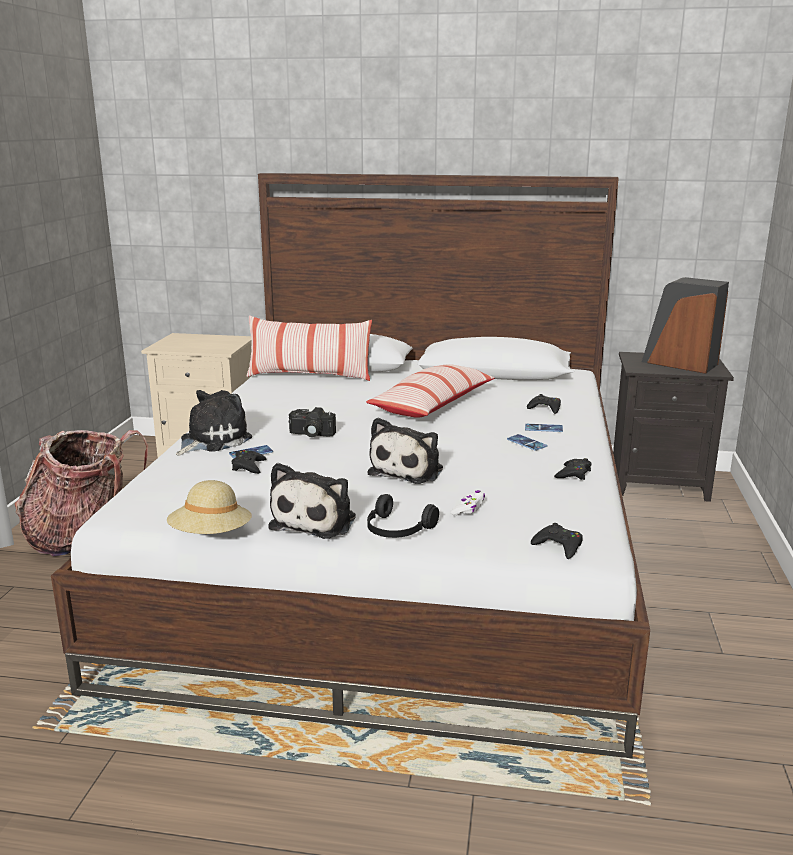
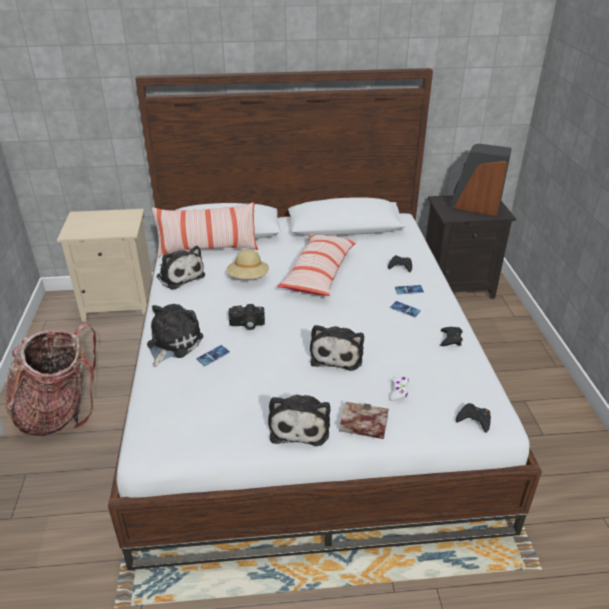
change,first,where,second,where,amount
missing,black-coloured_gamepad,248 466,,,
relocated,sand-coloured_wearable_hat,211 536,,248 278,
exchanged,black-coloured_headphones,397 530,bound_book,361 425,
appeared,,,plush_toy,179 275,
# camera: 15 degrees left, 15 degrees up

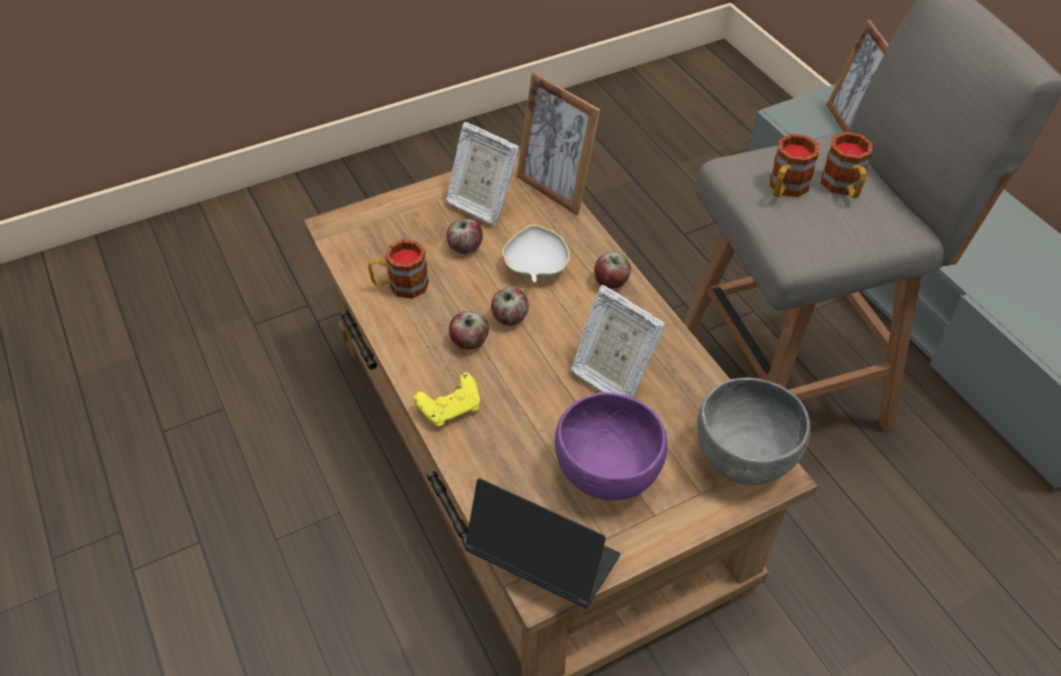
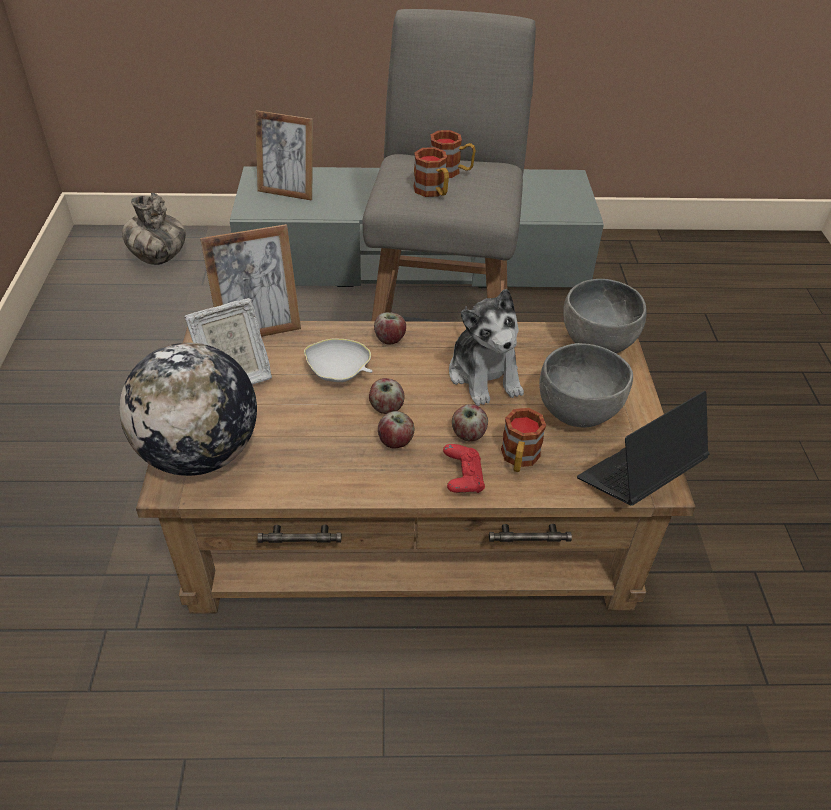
change,first,where,second,where,amount
relocated,apple_fruit,465 247,,468 434,
relocated,mug,400 286,,519 459,
exchanged,picture_frame,611 375,plush_toy,484 375,
colour,yellow_gamepad,450 409,red_gamepad,463 478,
colour,purple-coloured_bowl,608 475,grey_bowl,578 412,
appeared,,,flower_vase,159 258,
appeared,,,desk_globe,200 454,
# camera: 65 degrees left, 5 degrees down

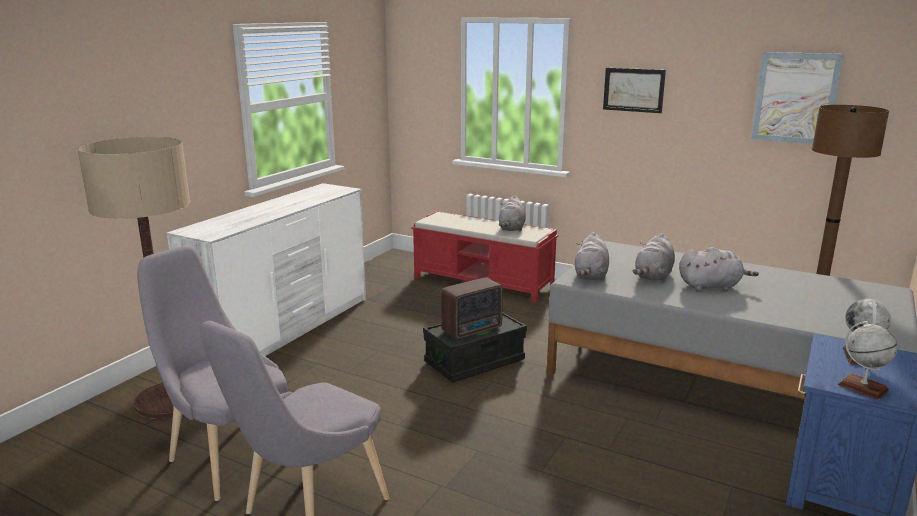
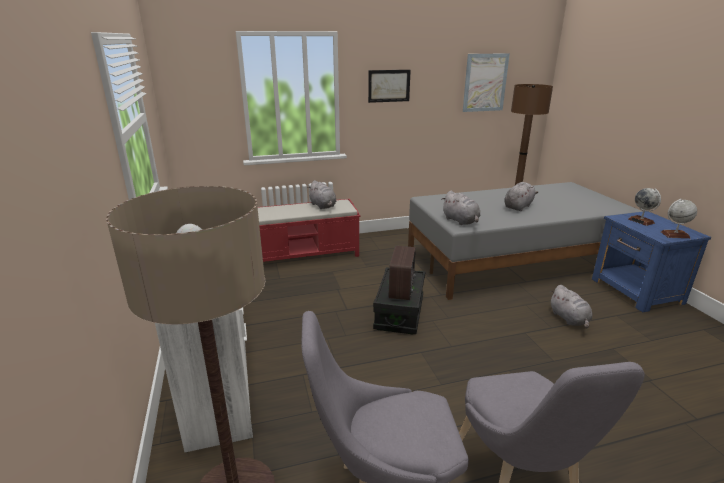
change,first,where,second,where,amount
relocated,grey_plush_toy,653 276,,569 319,
# camera: 45 degrees left, 5 degrees up

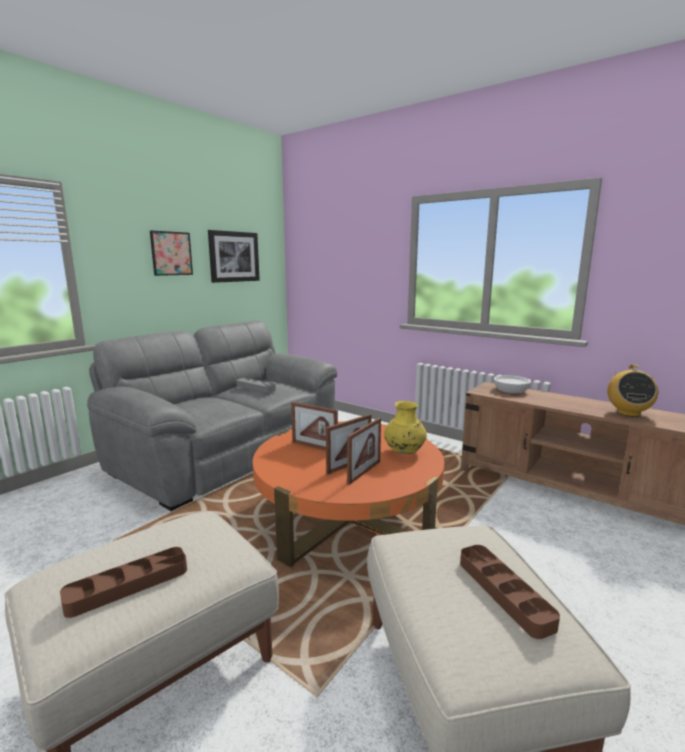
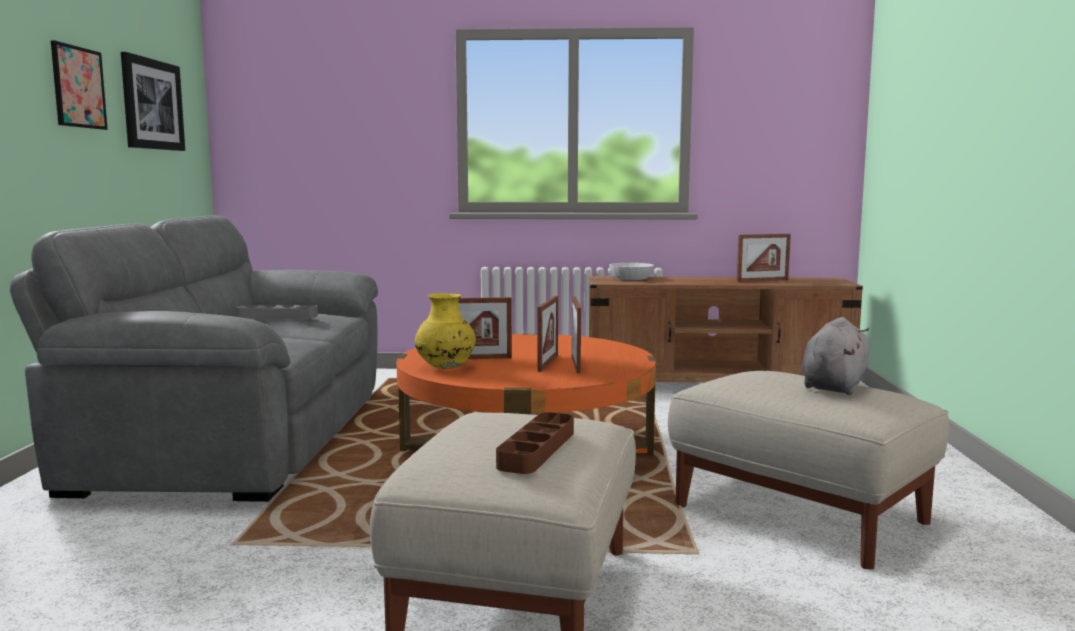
change,first,where,second,where,amount
exchanged,radio,628 413,picture_frame,762 280,
relocated,yellow_flower_vase,404 452,,446 368,
exchanged,brownish_tray,504 592,grey_plush_toy,834 386,
# camera: 35 degrees left, 5 degrees down

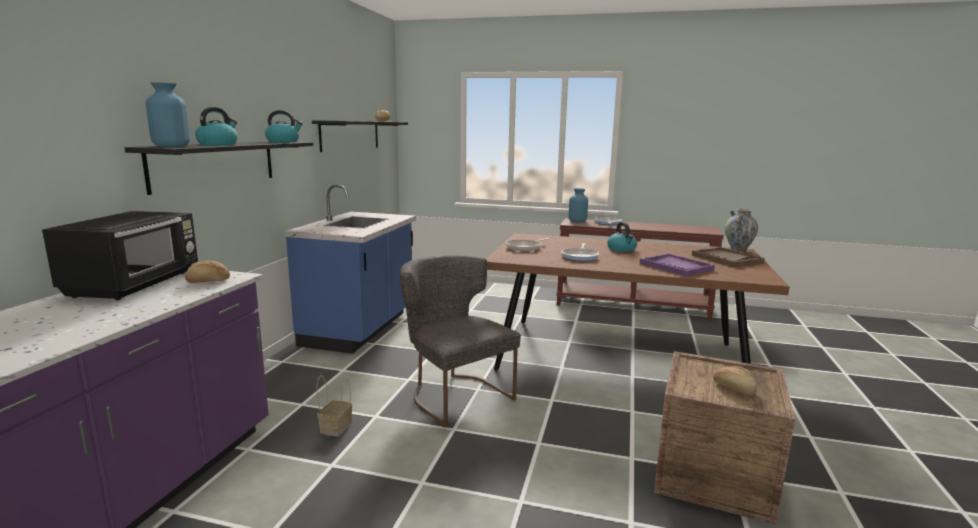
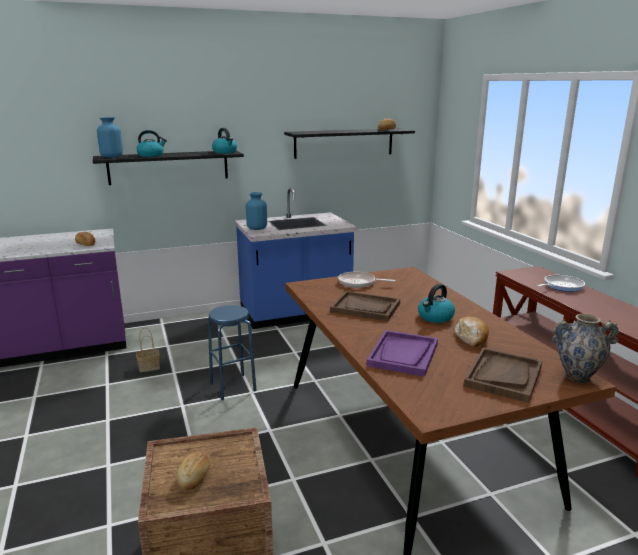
change,first,where,second,where,amount
relocated,blue-coloured_flower_vase,577 221,,257 228,
missing,black-coloured_microwave,136 284,,,
exchanged,skillet,580 256,brownish_tray,365 308,
exchanged,grey_upright_chair,455 394,blue-coloured_sitting_stool,233 387,
appeared,,,bakery_bread,471 337,
# camera: 55 degrees right, 5 degrees up

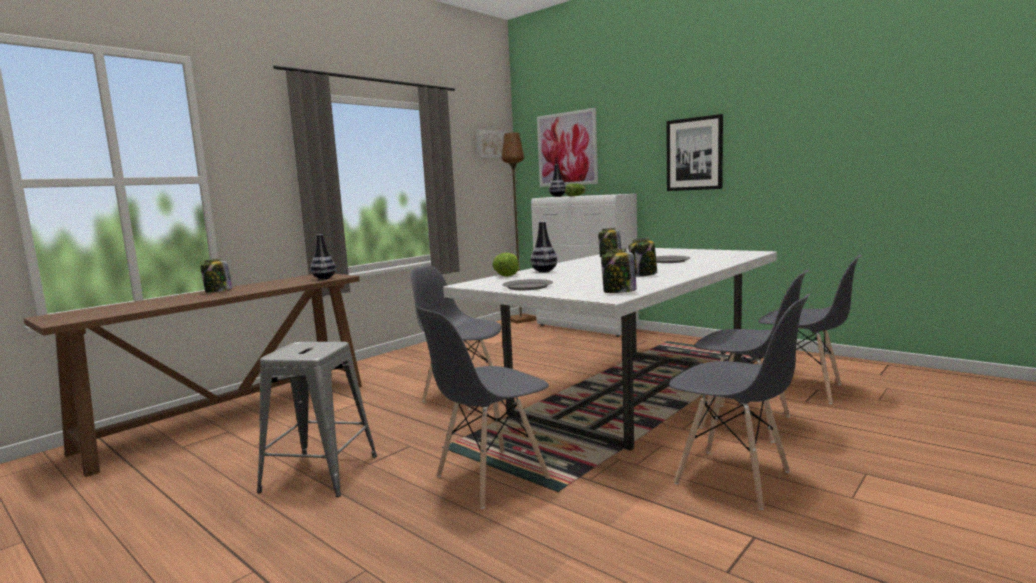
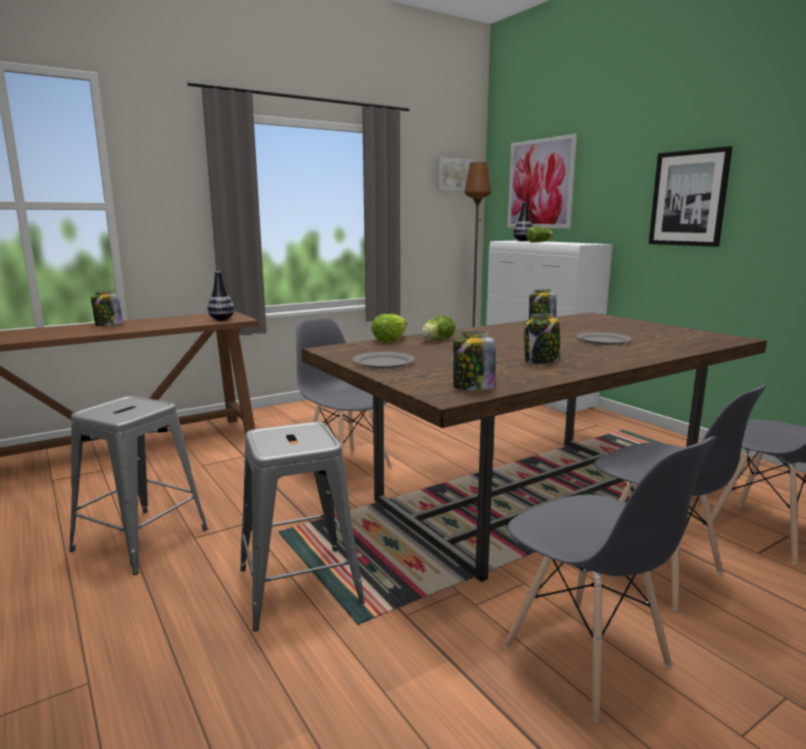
change,first,where,second,where,amount
exchanged,flower_vase,544 271,lettuce,436 340,
colour,white-coloured_dining_table,629 394,brownish_dining_table,531 497,
exchanged,grey_upright_chair,491 478,grey_sitting_stool,300 586,
# camera: 15 degrees right, 5 degrees up

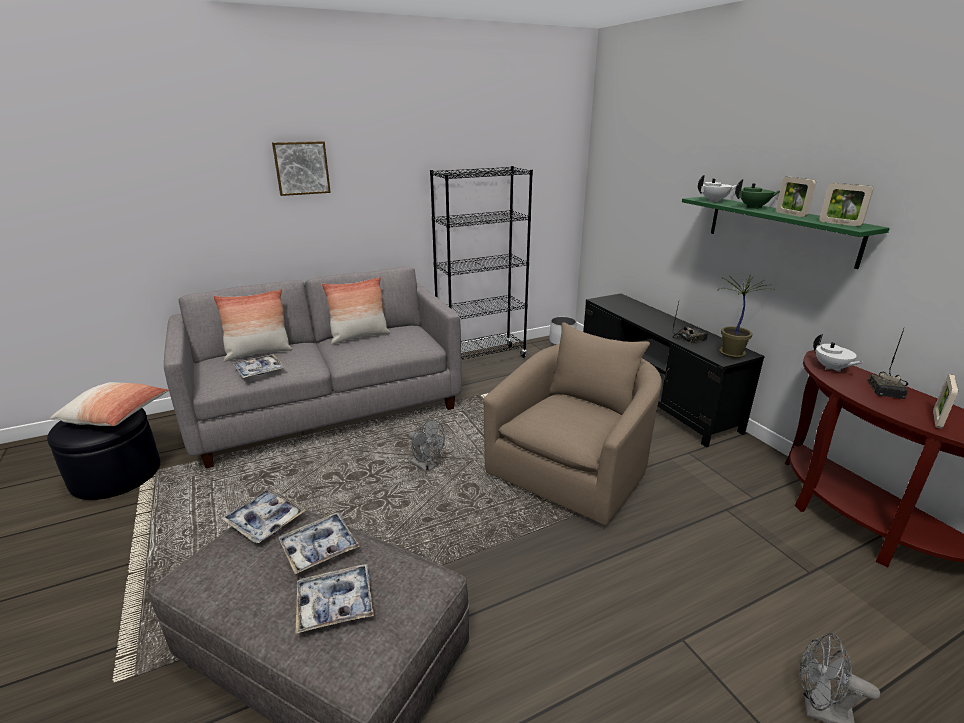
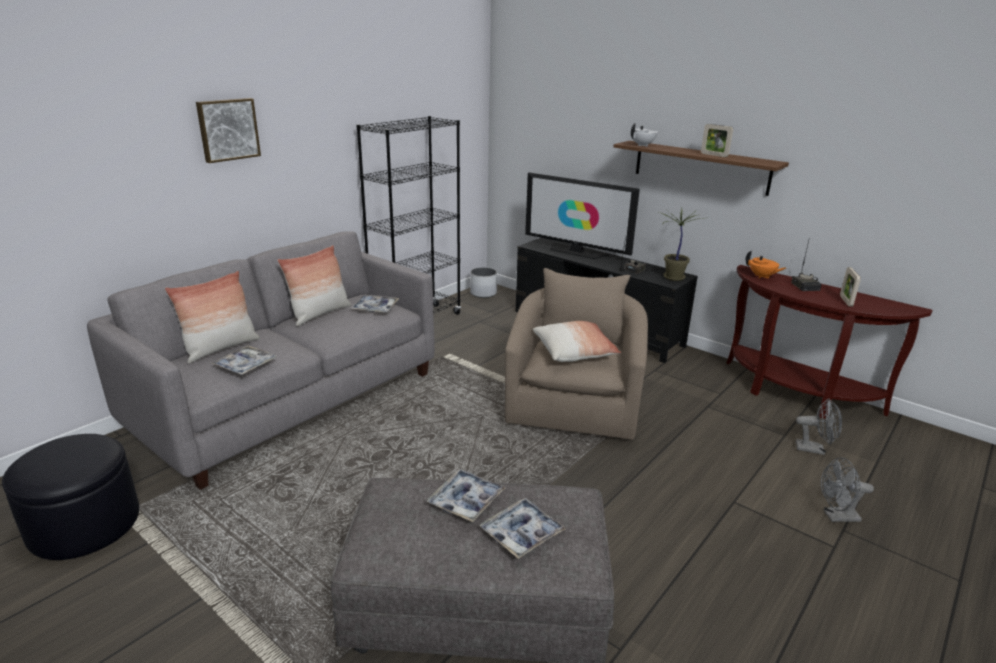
change,first,where,second,where,amount
missing,green-coloured_tea_pot,754 207,,,
missing,picture_frame,840 223,,,
colour,green-coloured_wall_shelf,780 229,brownish_wall_shelf,700 167,
colour,white-coloured_tea_pot,831 368,orange-coloured_tea_pot,762 276,
relocated,pillow,116 415,,574 352,
relocated,grey_fan,426 466,,814 449,
relocated,tray,265 521,,375 308,
appeared,,,TV,576 251,
# camera: 25 degrees left, 0 degrees up

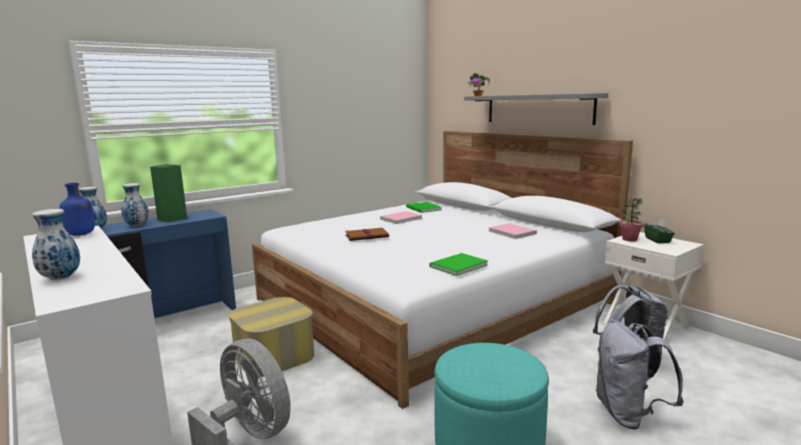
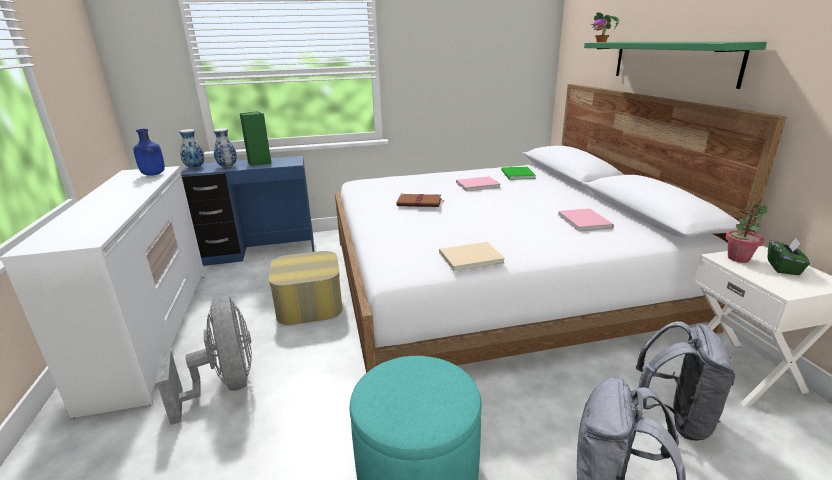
change,first,where,second,where,amount
colour,grey_wall_shelf,538 109,green-coloured_wall_shelf,672 61,
missing,flower_vase,61 278,,,
colour,green-coloured_bound_book,456 266,sand-coloured_bound_book,468 257,
# camera: 25 degrees right, 10 degrees up

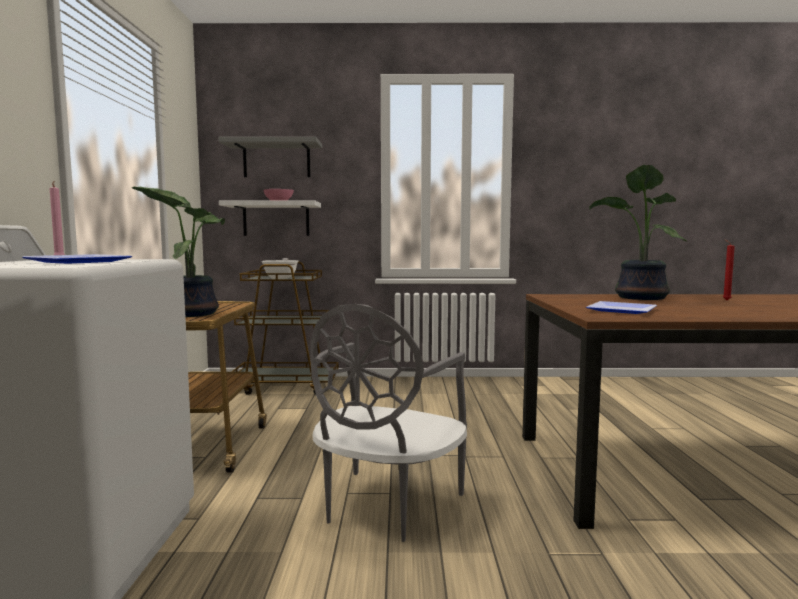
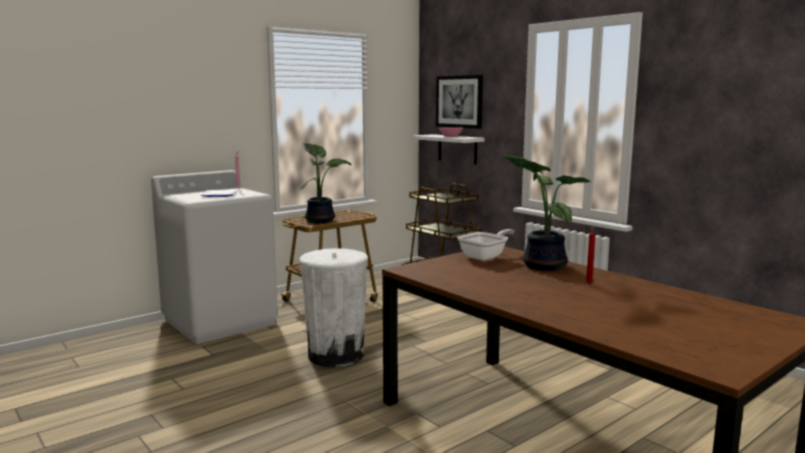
change,first,where,second,where,amount
exchanged,grey_wall_shelf,276 160,wall_art,459 101,
relocated,skillet,282 277,,486 256,
missing,dinner_plate,624 310,,,
exchanged,grey_upright_chair,385 506,white-coloured_waste_bin,336 355,
# camera: 50 degrees right, 5 degrees up

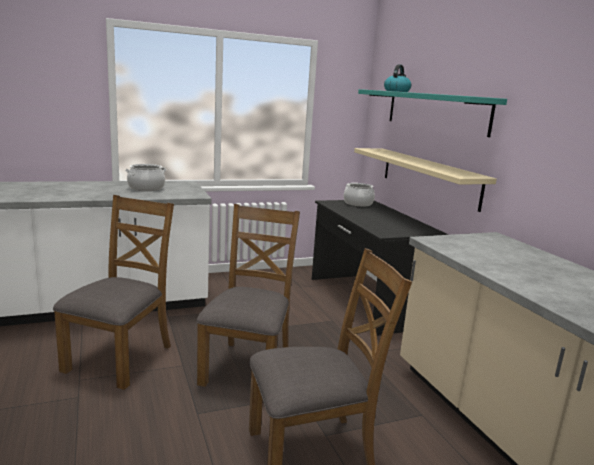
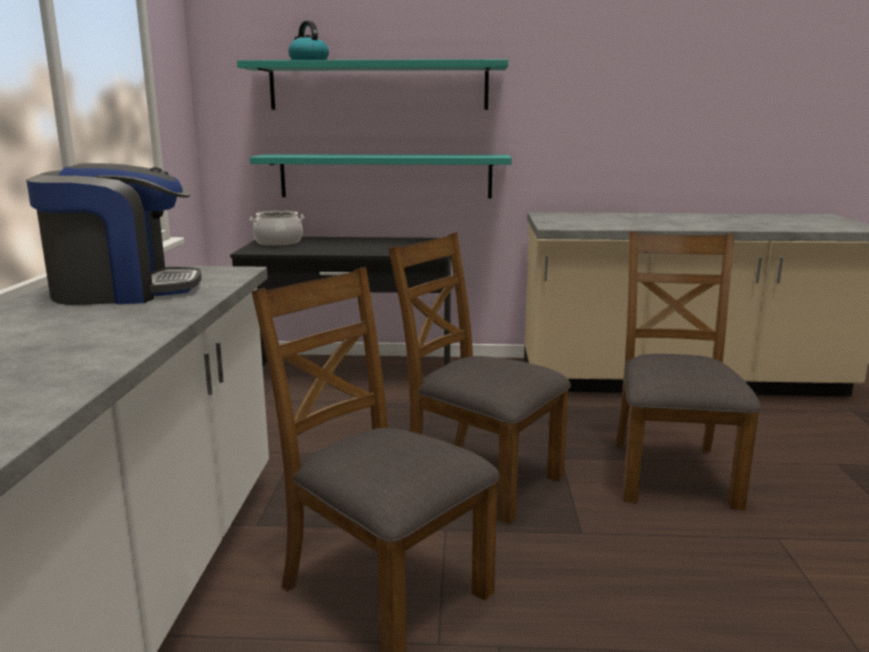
change,first,where,second,where,amount
colour,sand-coloured_wall_shelf,428 176,turquoise-coloured_wall_shelf,385 176,
exchanged,cooking_pot,146 188,coffee_machine,123 291,
# camera: 65 degrees left, 0 degrees up

